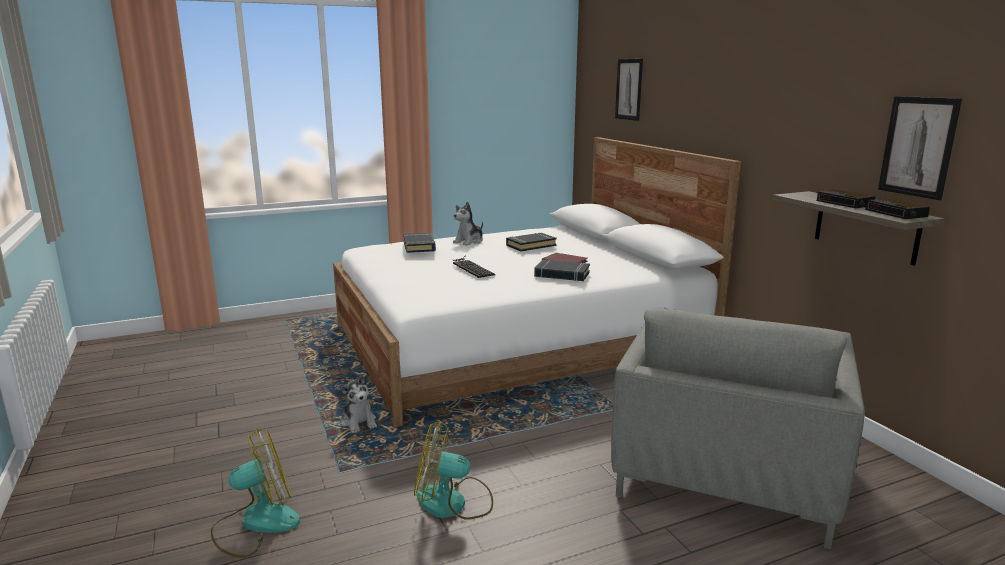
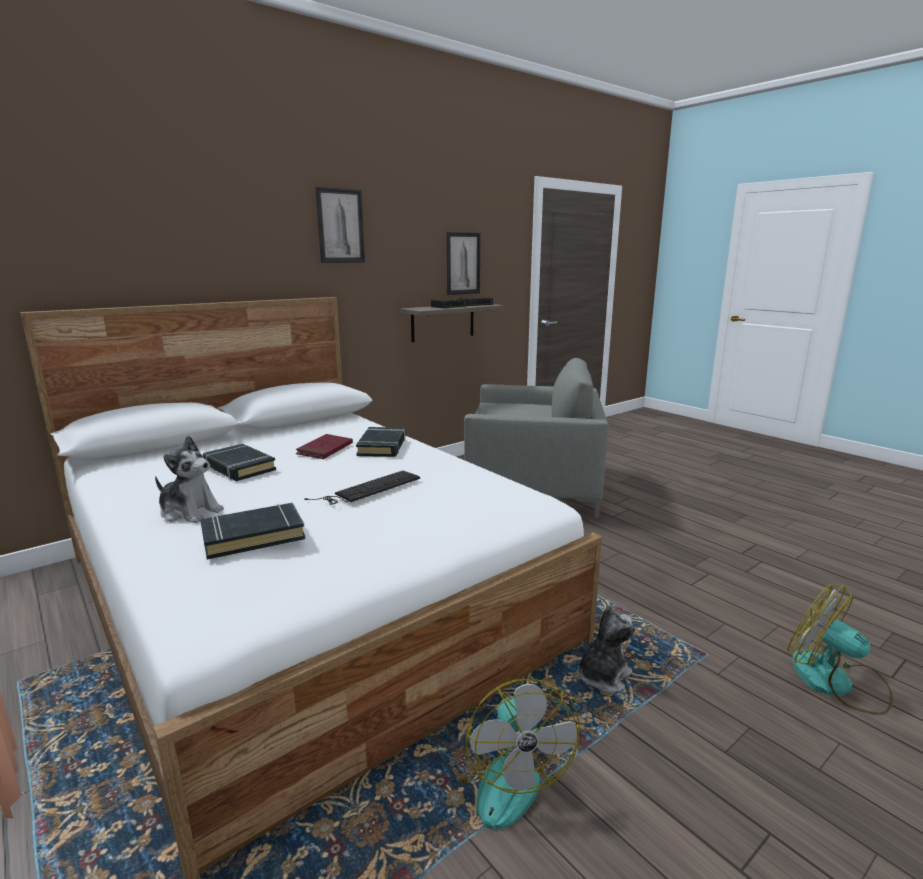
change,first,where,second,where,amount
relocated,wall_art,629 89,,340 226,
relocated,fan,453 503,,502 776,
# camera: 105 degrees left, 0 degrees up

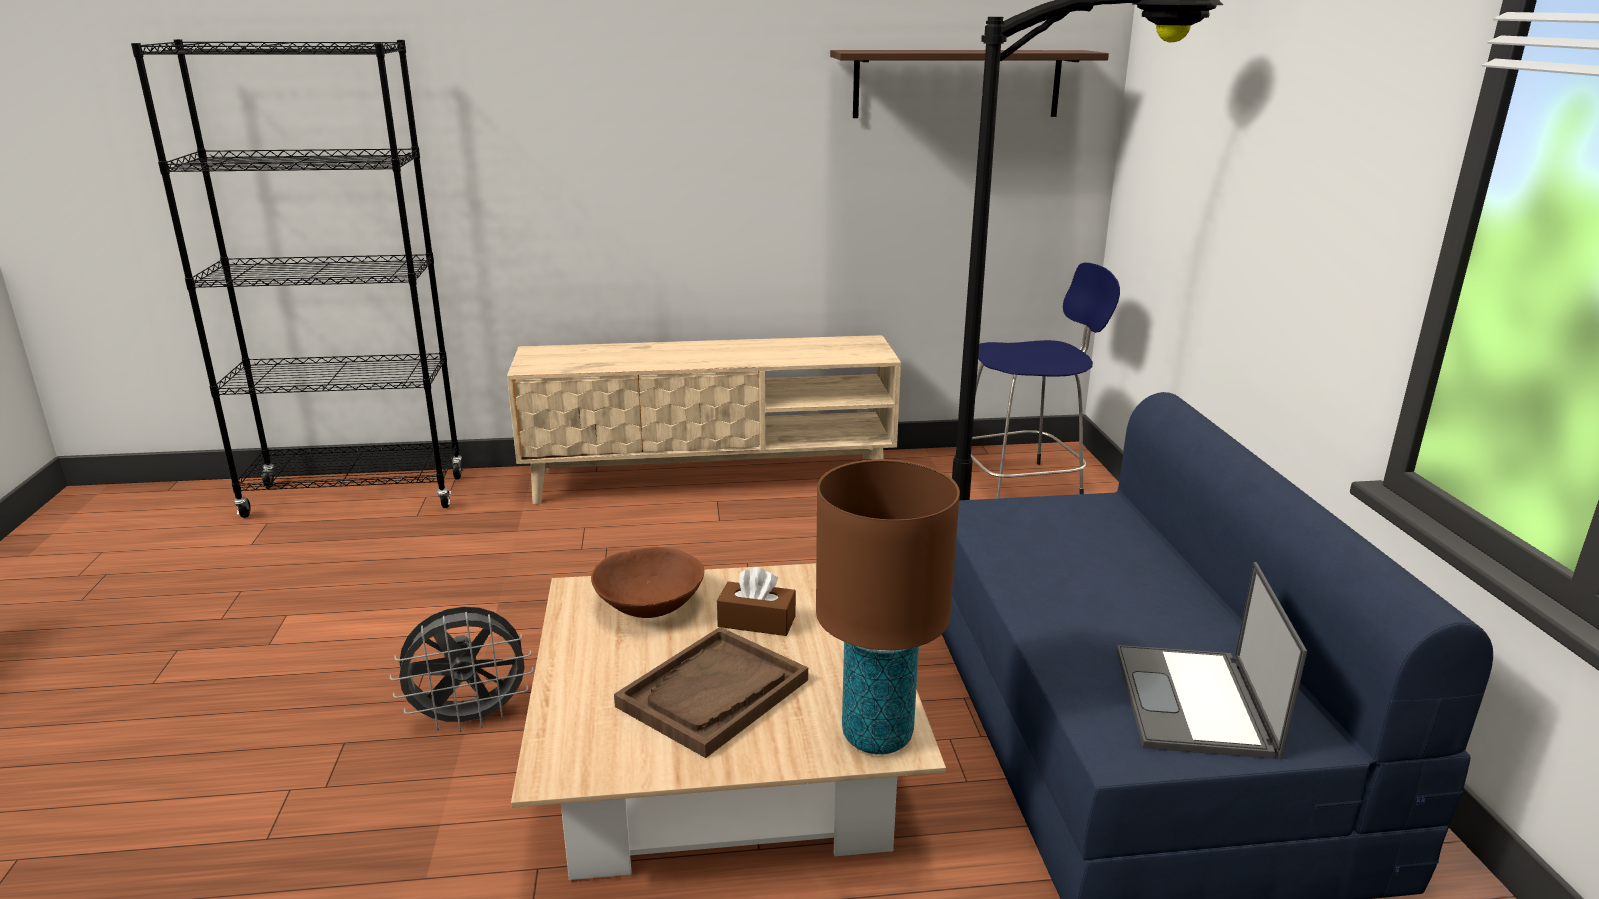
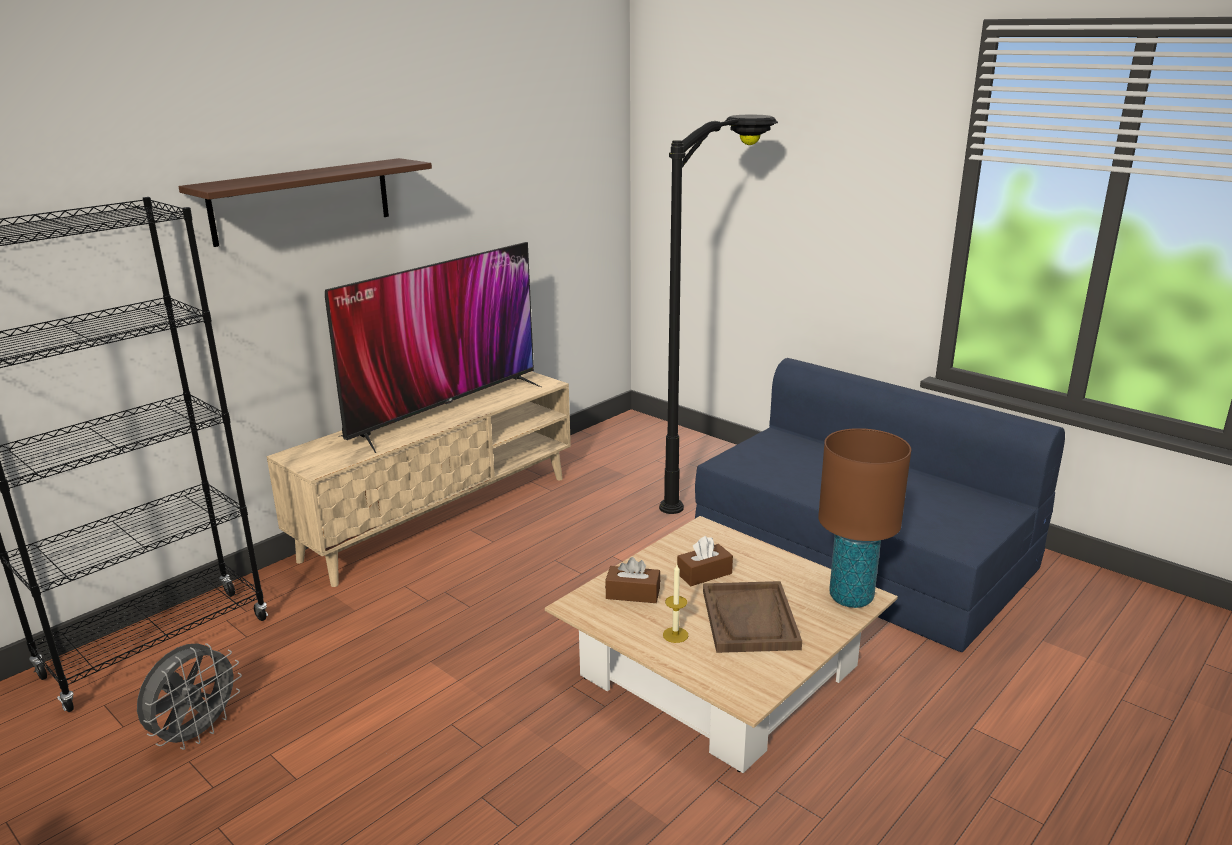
change,first,where,second,where,amount
relocated,wall_shelf,957 84,,302 201,
missing,blue-coloured_sitting_stool,1023 486,,,
exchanged,brownish_bowl,649 605,brownish_tissue_holder,633 593,
missing,laptop,1195 703,,,
relocated,grey_fan,471 718,,196 733,
appeared,,,TV,445 409,
appeared,,,wax_light,675 635,
# camera: 40 degrees left, 0 degrees up

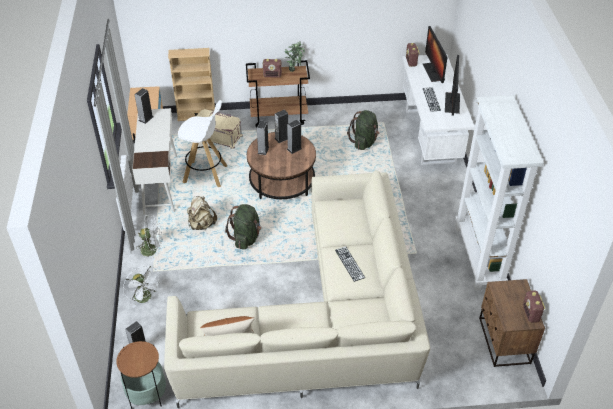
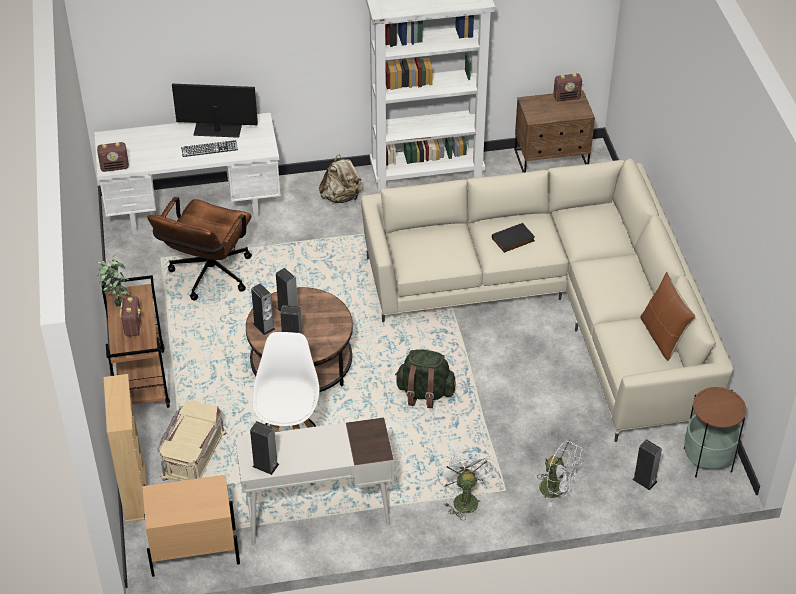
change,first,where,second,where,amount
missing,monitor,433 72,,,
exchanged,green-coloured_knapsack,364 142,brownish_computer_chair,207 278,
relocated,sand-coloured_knapsack,201 224,,342 197,
exchanged,keyboard,349 263,black-coloured_bound_book,513 240,
spun,white-coloured_fan,145 298,,557 490,75 degrees clockwise
# camera: 95 degrees left, 0 degrees up

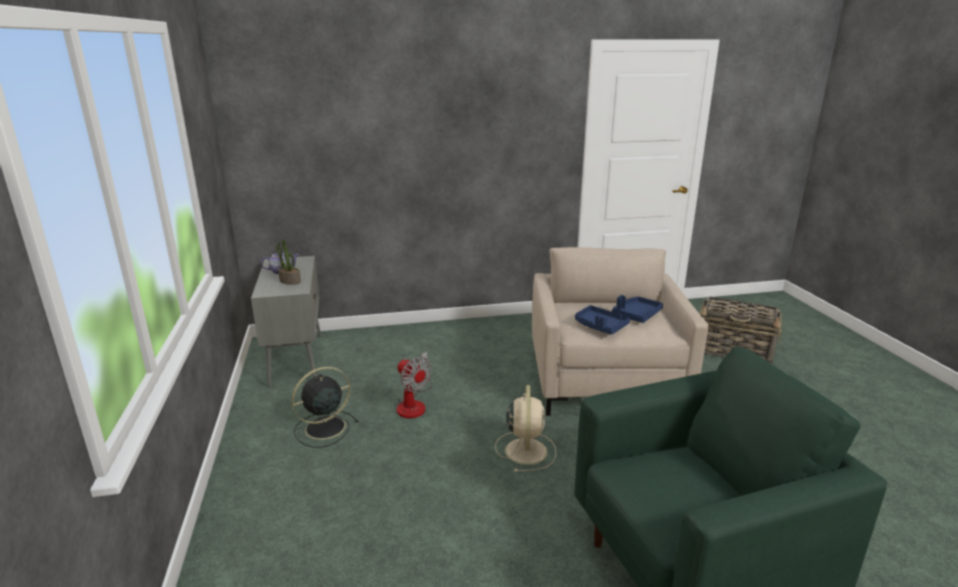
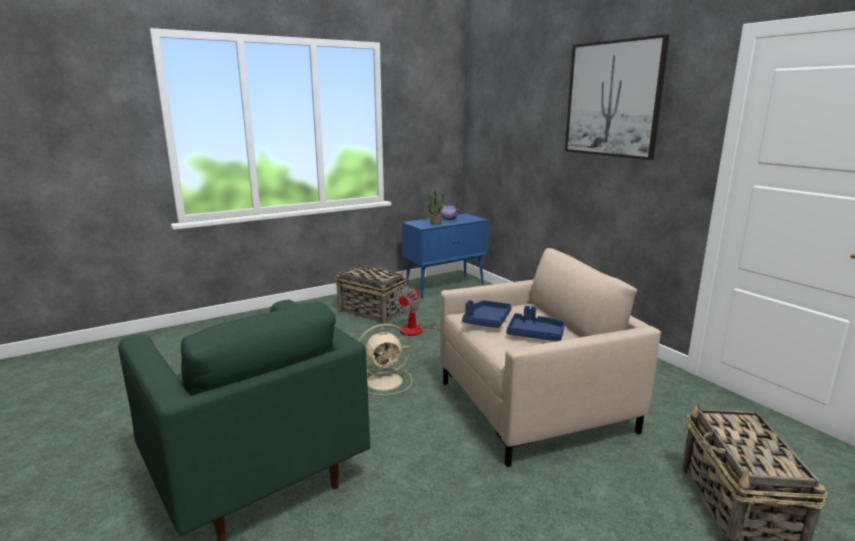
change,first,where,second,where,amount
colour,grey_storage_cabinet,296 359,blue-coloured_storage_cabinet,445 286,
exchanged,black-coloured_fan,323 428,basket,371 312,
appeared,,,wall_art,613 99,
# camera: 70 degrees right, 5 degrees down

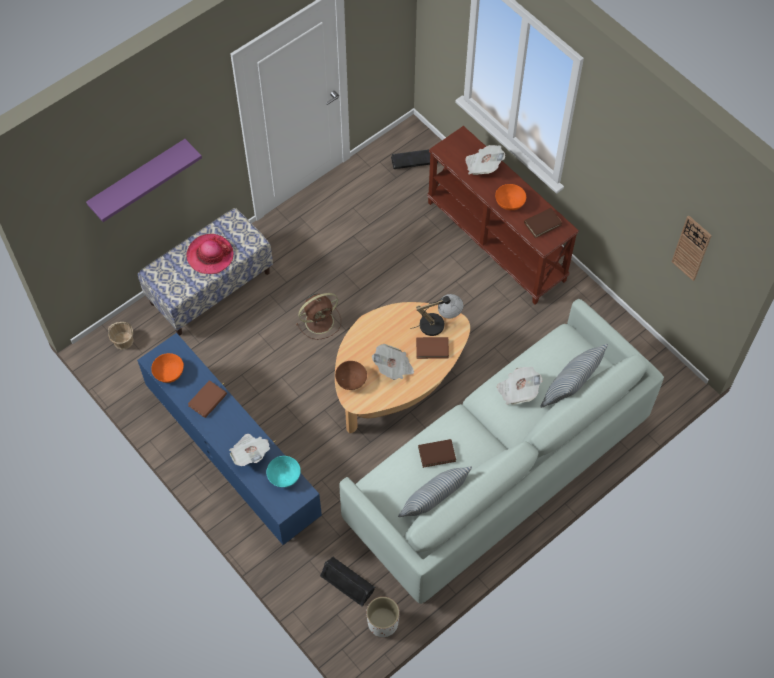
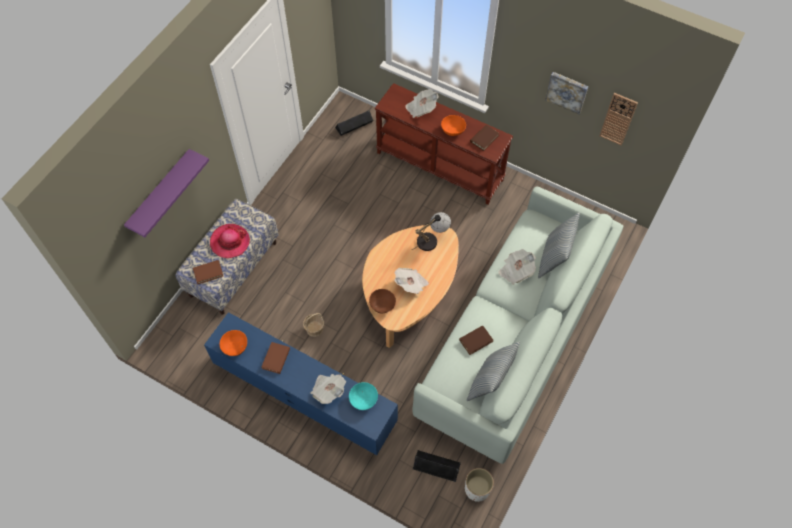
change,first,where,second,where,amount
missing,brownish_fan,320 321,,,
relocated,basket,123 340,,314 329,
relocated,brownish_bound_book,432 348,,208 272,
appeared,,,wall_art,567 91,
# camera: 20 degrees left, 0 degrees up

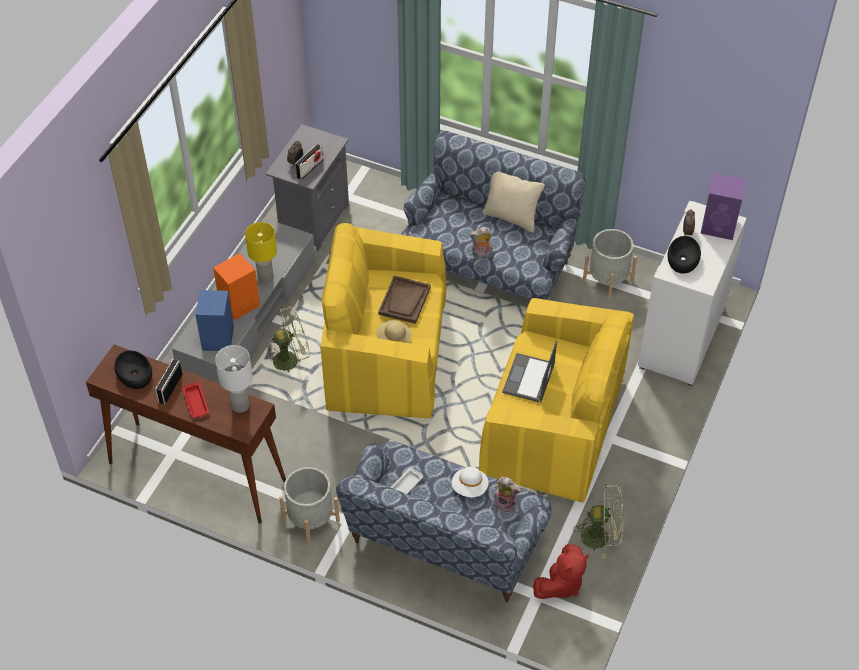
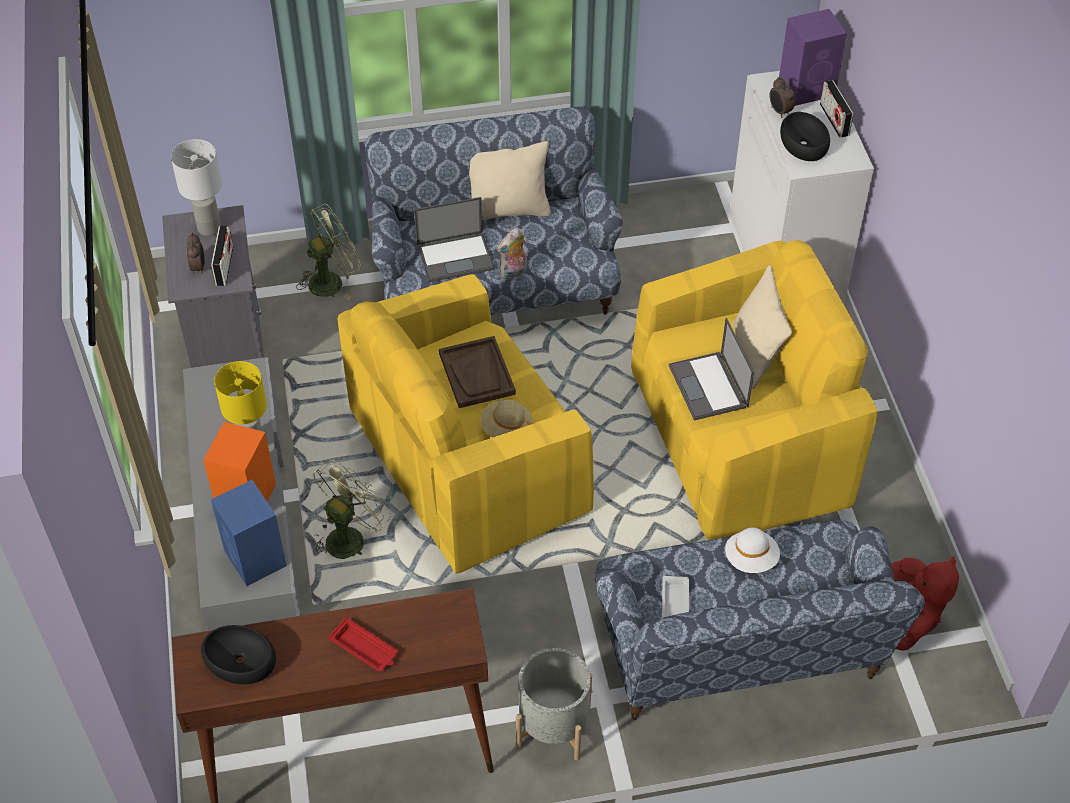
change,first,where,second,where,amount
missing,grey_flower_pot,607 280,,,
relocated,white-coloured_tabletop_lamp,240 405,,209 227,
relocated,radio,170 388,,834 120,
missing,plush_toy,506 503,,,
relocated,green-coloured_fan,601 536,,332 280,
appeared,,,laptop,456 256,
appeared,,,sand-coloured_pillow,755 354,
# camera: 35 degrees left, 0 degrees up

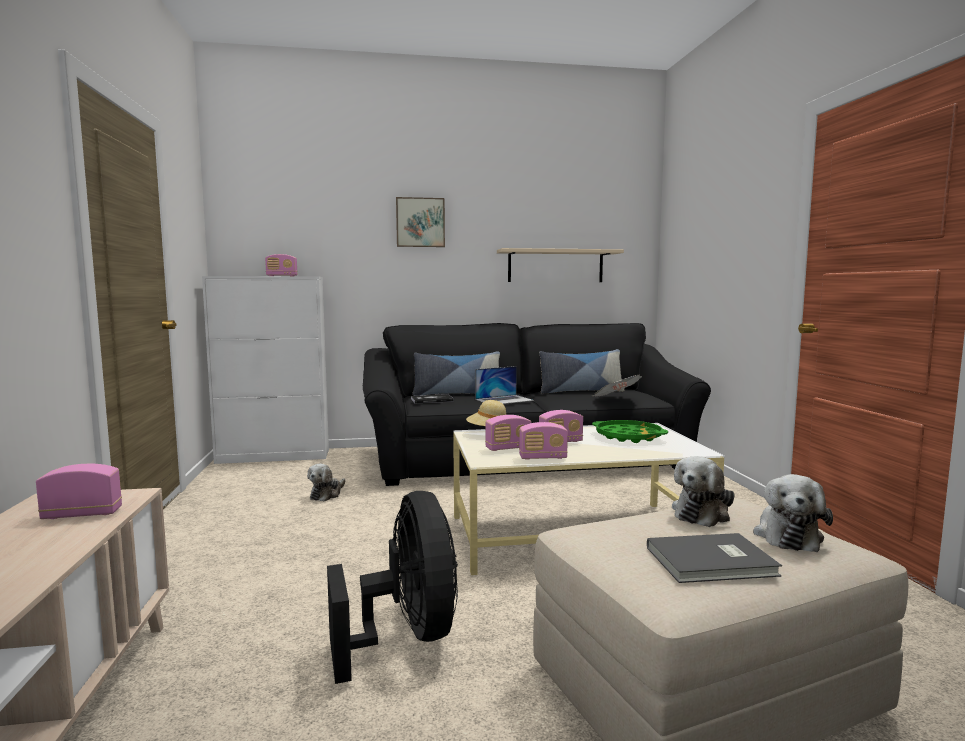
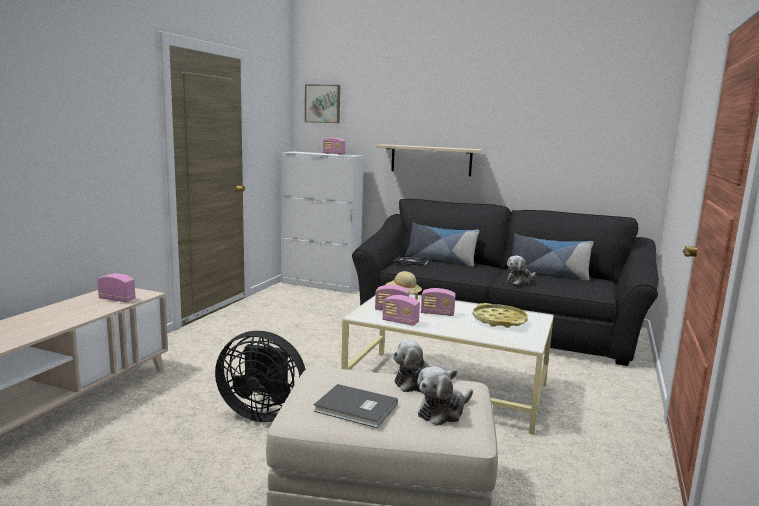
change,first,where,second,where,amount
relocated,wall_art,420 222,,323 104,
relocated,sand-coloured_wall_shelf,555 266,,431 160,
missing,laptop,504 400,,,
missing,newspaper,616 399,,,
colour,green-coloured_tray,628 436,yellow_tray,499 320,
relocated,plush_toy,327 494,,520 281,
spun,black-coloured_fan,407 636,,263 412,90 degrees clockwise
# camera: 30 degrees right, 5 degrees up

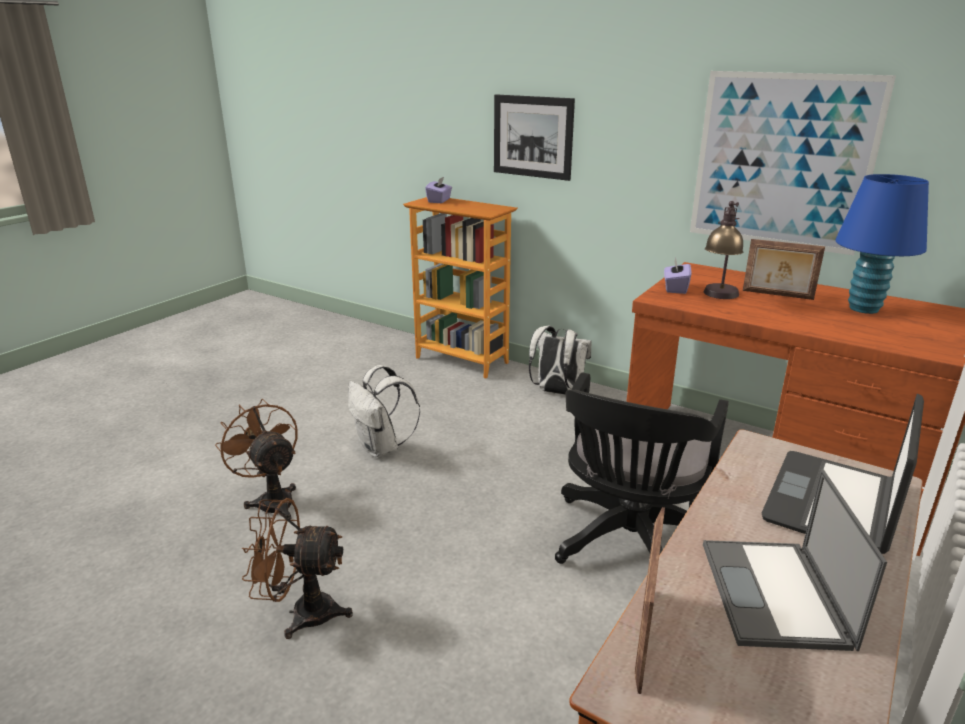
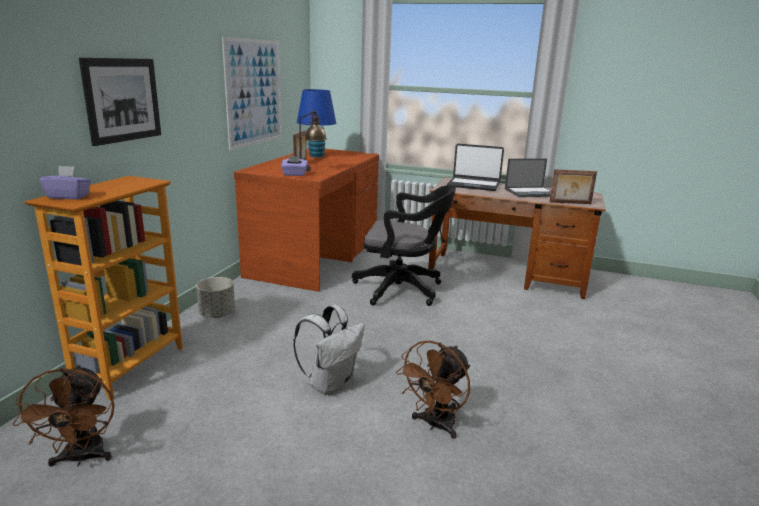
change,first,where,second,where,amount
exchanged,white-coloured_knapsack,557 392,grey_flower_pot,217 314,
relocated,brownish_fan,302 613,,81 458,
# camera: 105 degrees left, 5 degrees down

